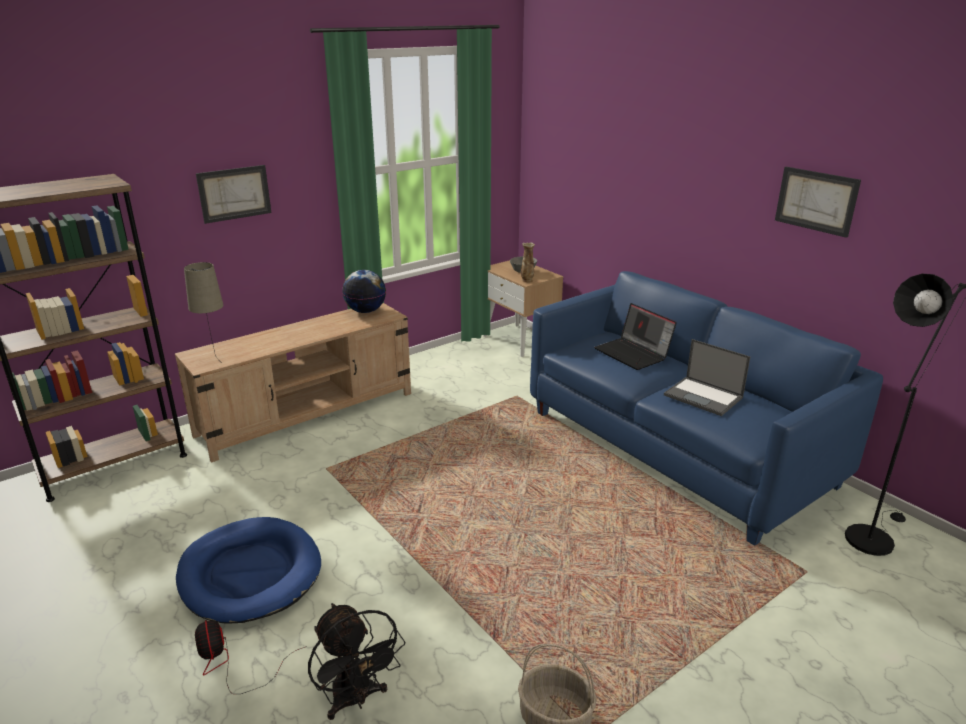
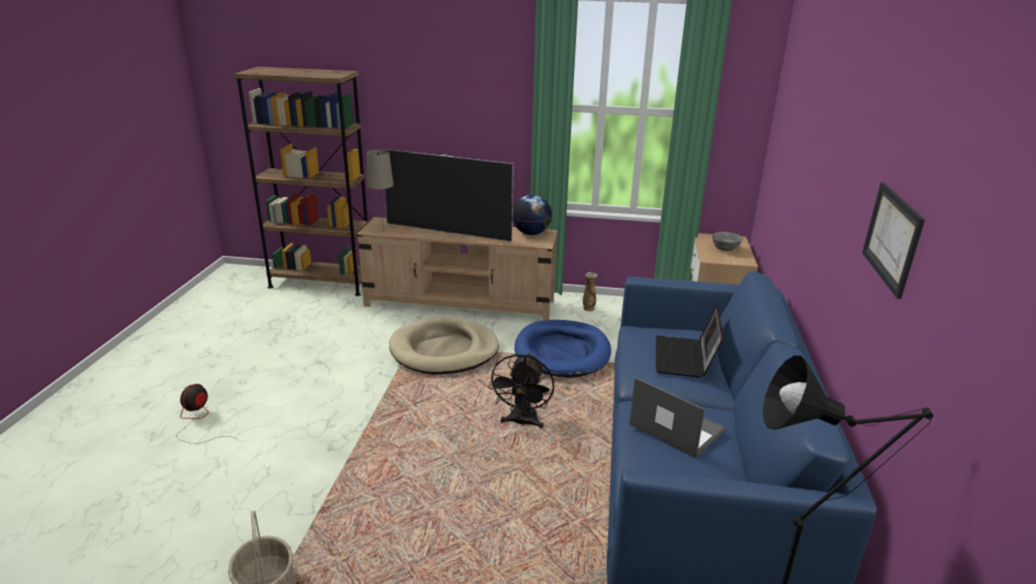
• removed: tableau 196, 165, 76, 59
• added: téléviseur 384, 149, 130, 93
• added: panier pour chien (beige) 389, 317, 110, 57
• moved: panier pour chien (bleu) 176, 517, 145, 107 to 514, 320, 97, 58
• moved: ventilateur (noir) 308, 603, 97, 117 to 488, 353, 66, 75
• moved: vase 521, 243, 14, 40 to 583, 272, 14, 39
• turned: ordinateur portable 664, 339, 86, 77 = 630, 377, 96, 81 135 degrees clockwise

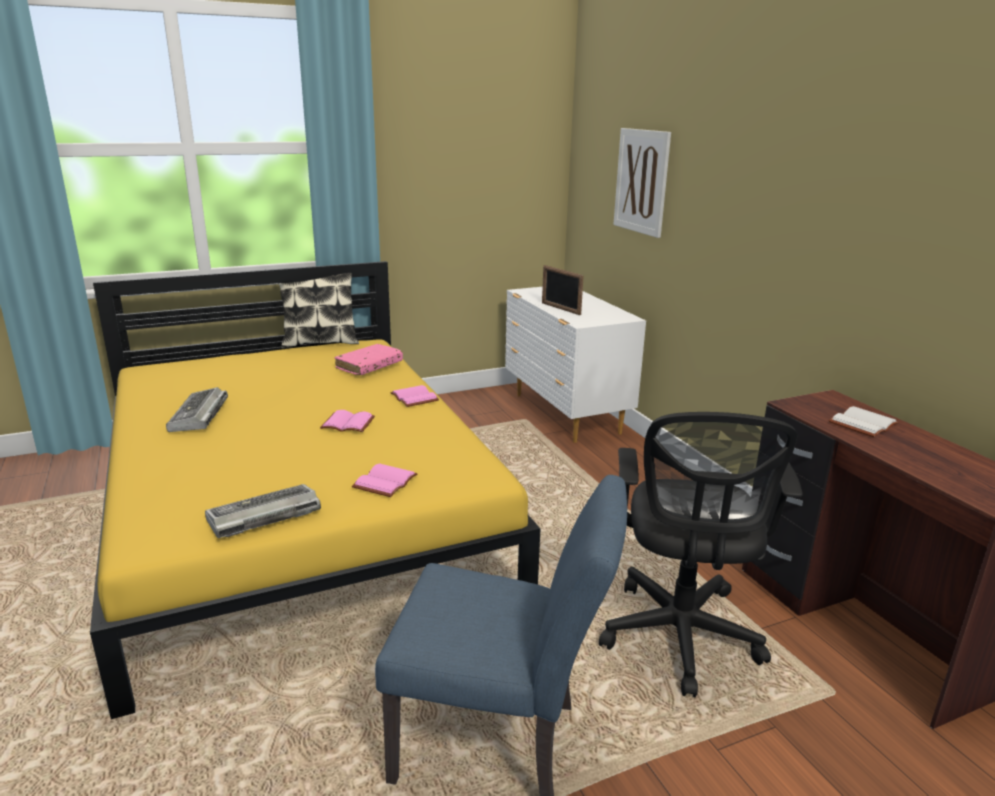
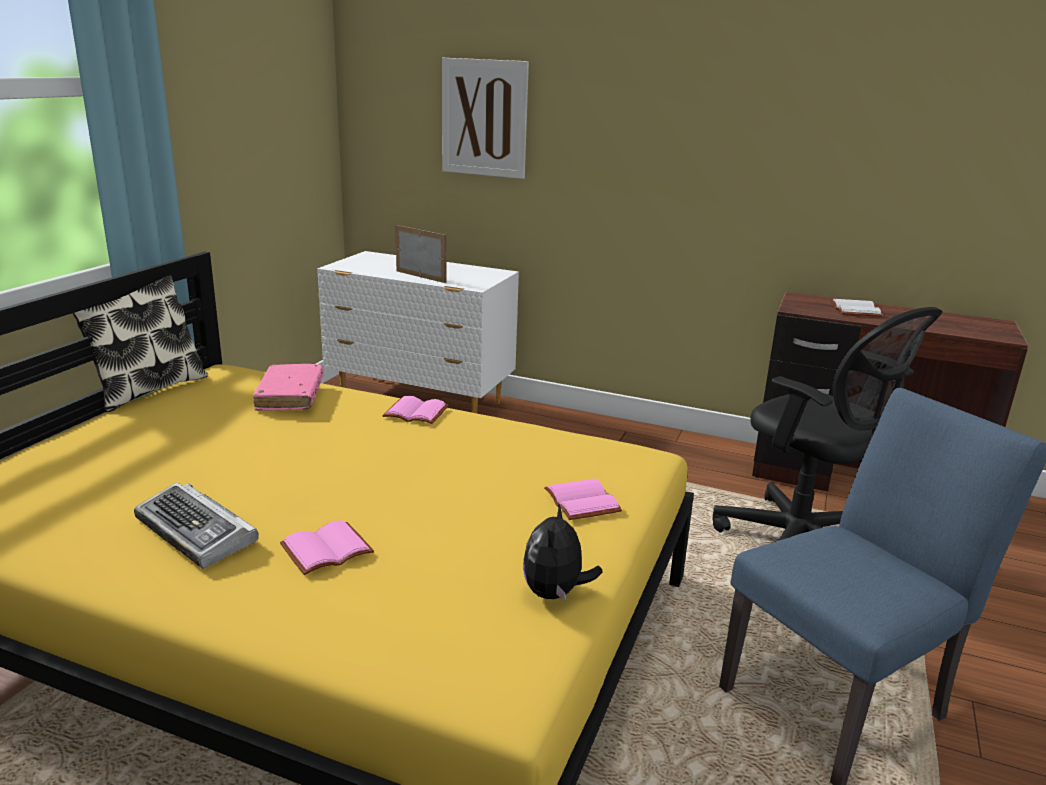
• moved: livre (rose) 320, 410, 55, 22 to 280, 520, 94, 55
• replaced: clavier 205, 484, 116, 55 to peluche 523, 502, 80, 100
• turned: cadre photo 542, 265, 42, 50 = 395, 225, 52, 58 150 degrees counterclockwise

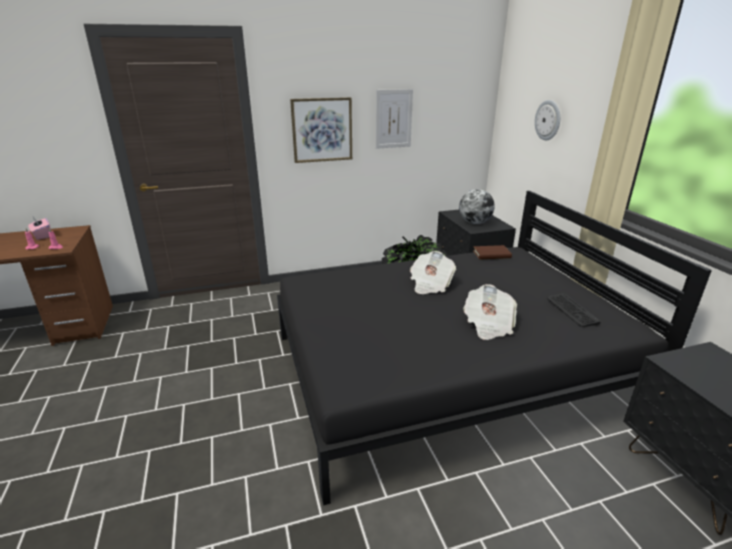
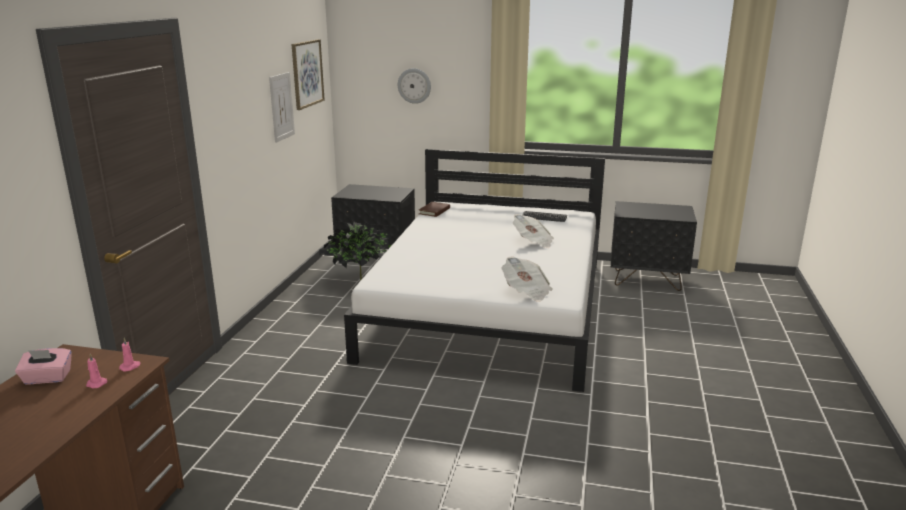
• removed: globe 459, 189, 36, 35
• moved: tableau 290, 97, 62, 66 to 291, 39, 34, 71
• moved: journal 410, 251, 46, 43 to 502, 257, 50, 45
• recoloured: lit (noir) 277, 191, 435, 315 to lit (blanc) 344, 149, 261, 243

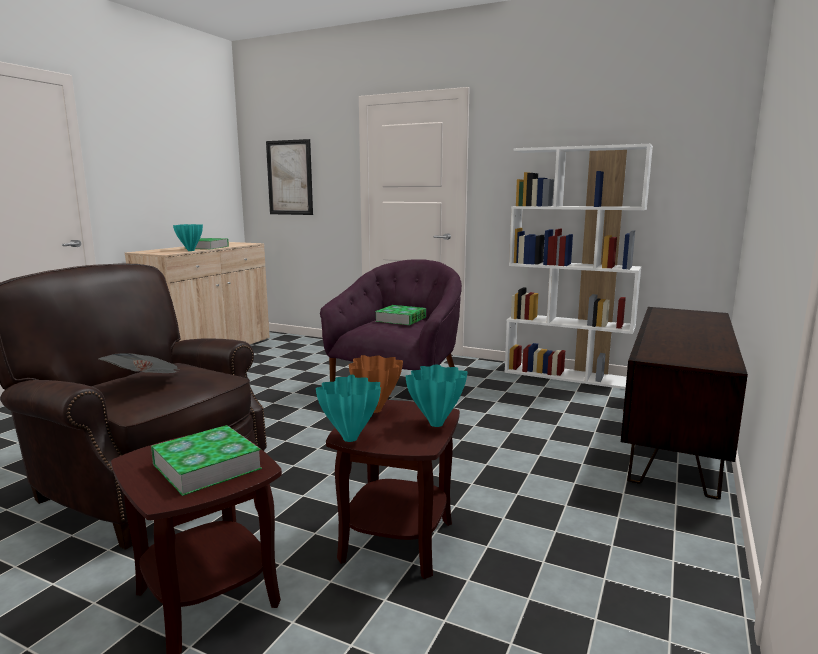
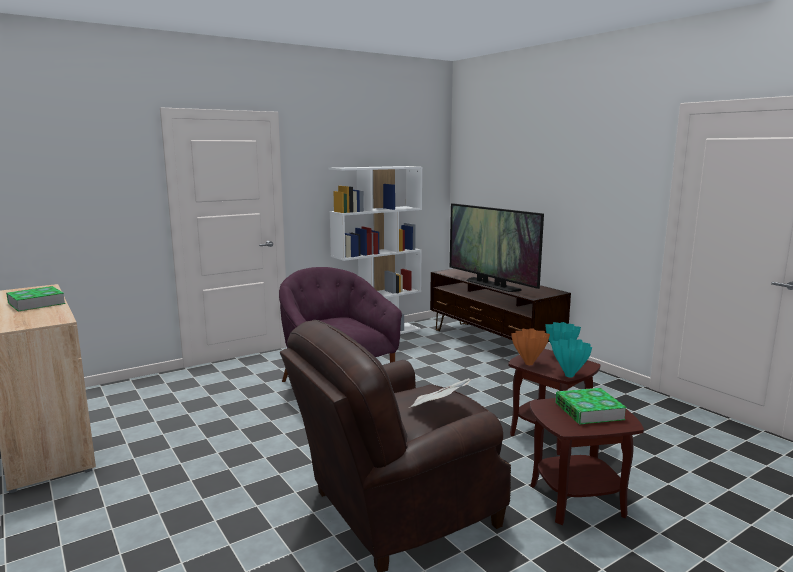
• removed: vase (turquoise) 173, 224, 30, 27
• removed: tableau 266, 139, 47, 76
• removed: livre 375, 305, 51, 20
• added: téléviseur 450, 203, 94, 89

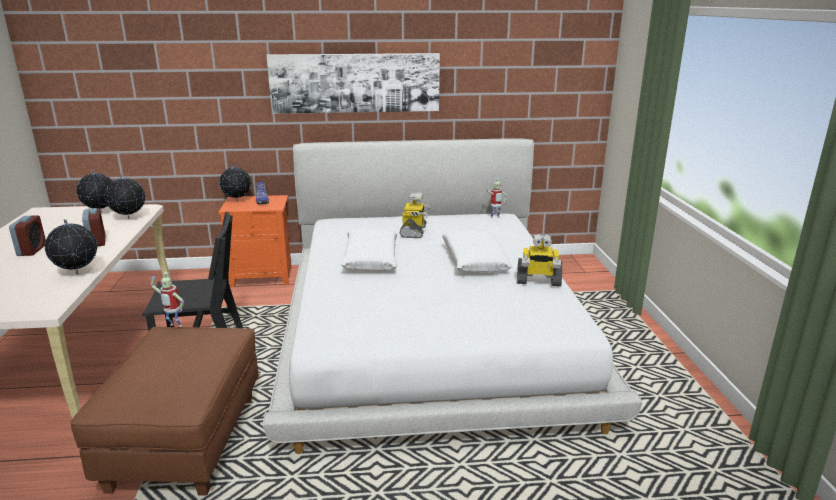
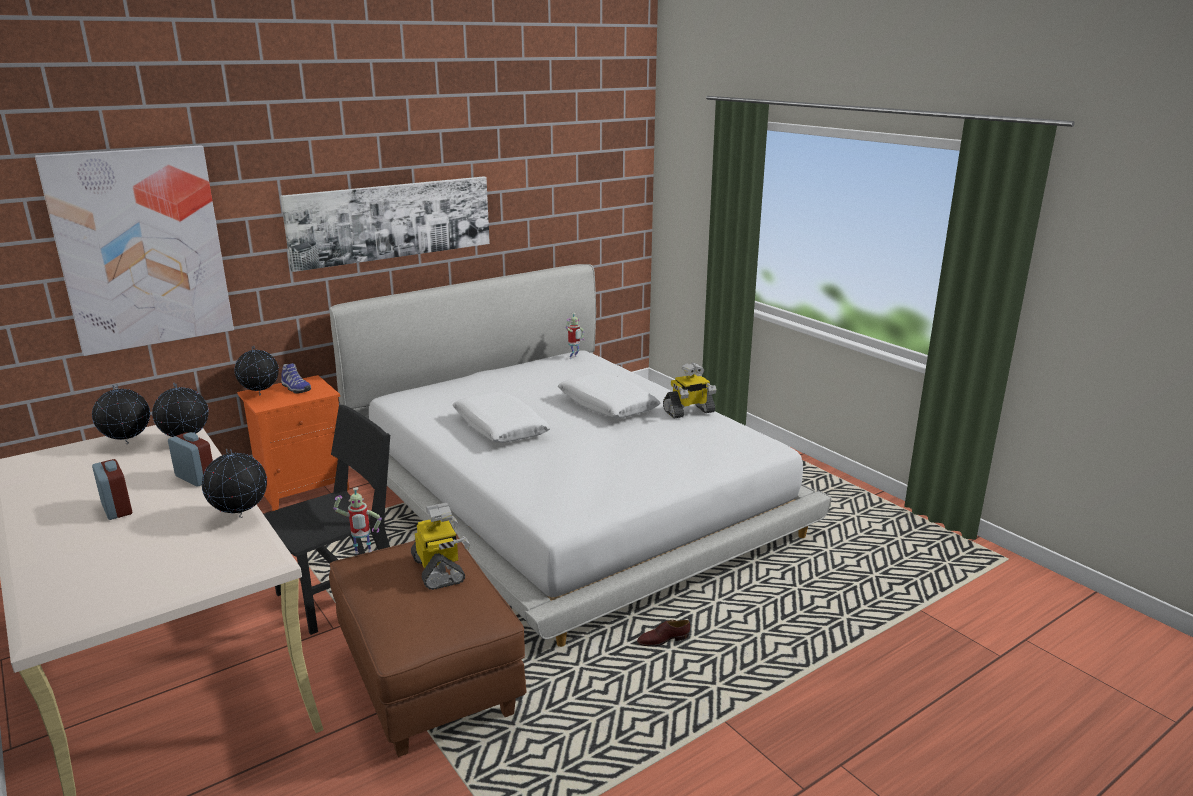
• added: tableau 35, 145, 199, 211
• added: chaussure (marron) 637, 620, 53, 26
• moved: robot jouet 400, 193, 30, 45 to 411, 503, 59, 87

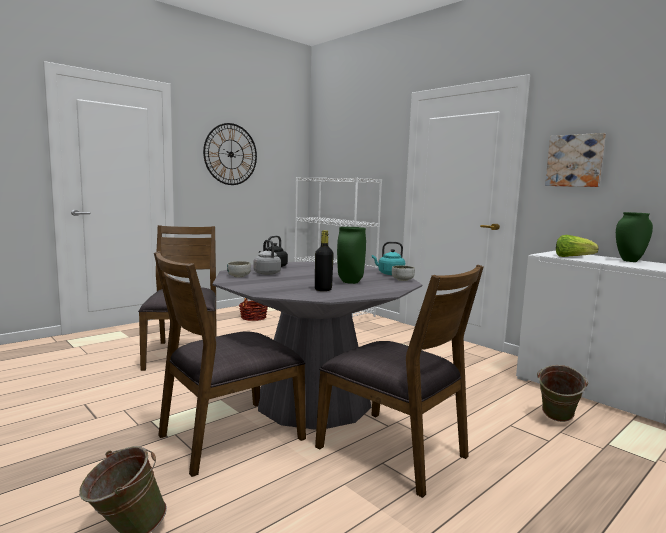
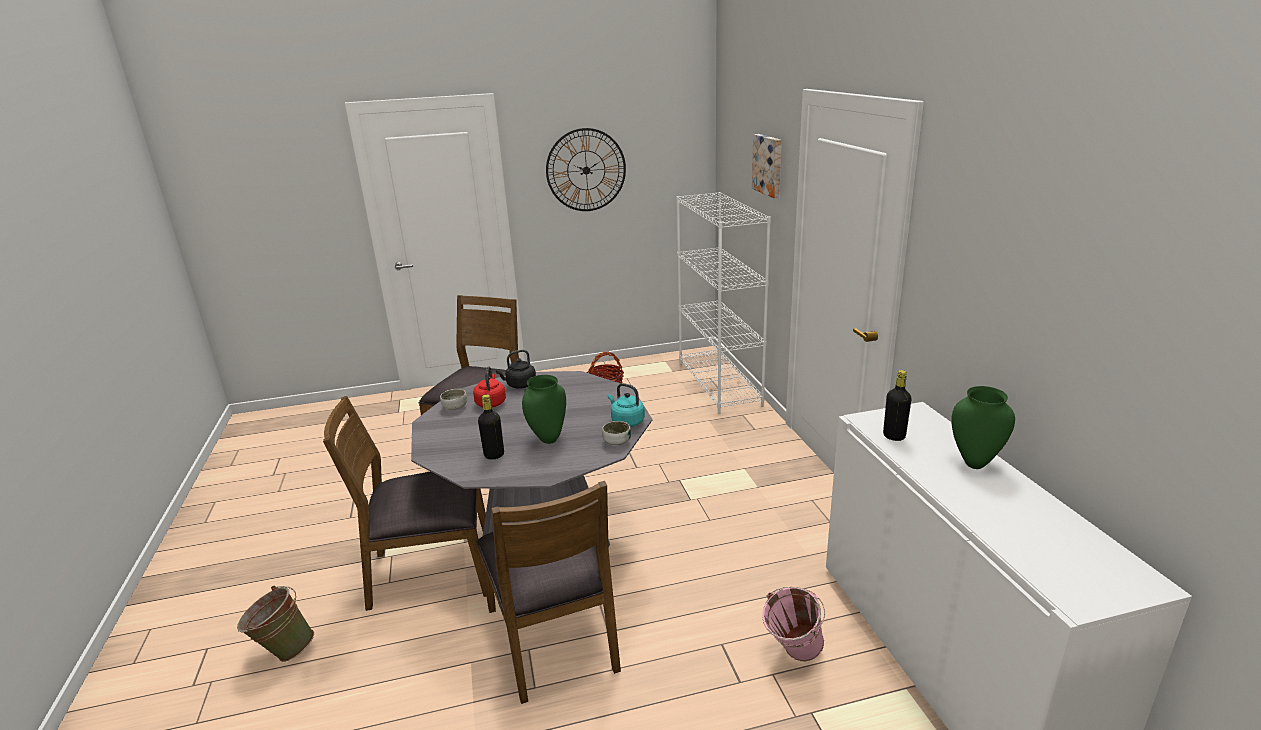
• moved: tableau 545, 133, 61, 54 to 752, 134, 30, 64
• replaced: laitue 556, 235, 42, 22 to bouteille (noir) 883, 370, 29, 71
• recoloured: bouilloire (gris) 253, 240, 28, 35 to bouilloire (rouge) 473, 366, 33, 41
• recoloured: seau (vert) 537, 365, 51, 57 to seau (rose) 762, 587, 63, 74

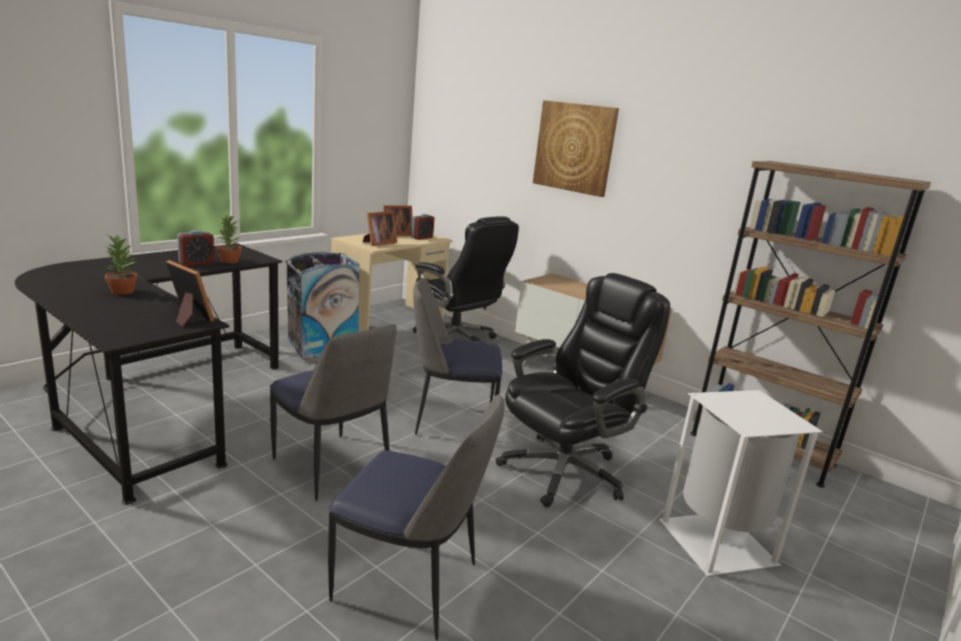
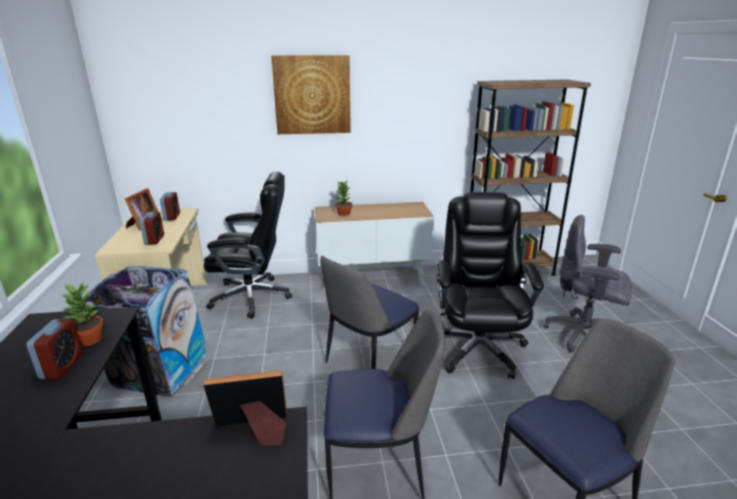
• moved: plante en pot 105, 235, 33, 60 to 335, 181, 18, 35
• replaced: cadre photo 363, 211, 35, 35 to réveil 139, 212, 25, 33
• replaced: poubelle (blanc) 659, 390, 164, 186 to chaise de bureau (gris) 544, 215, 88, 137

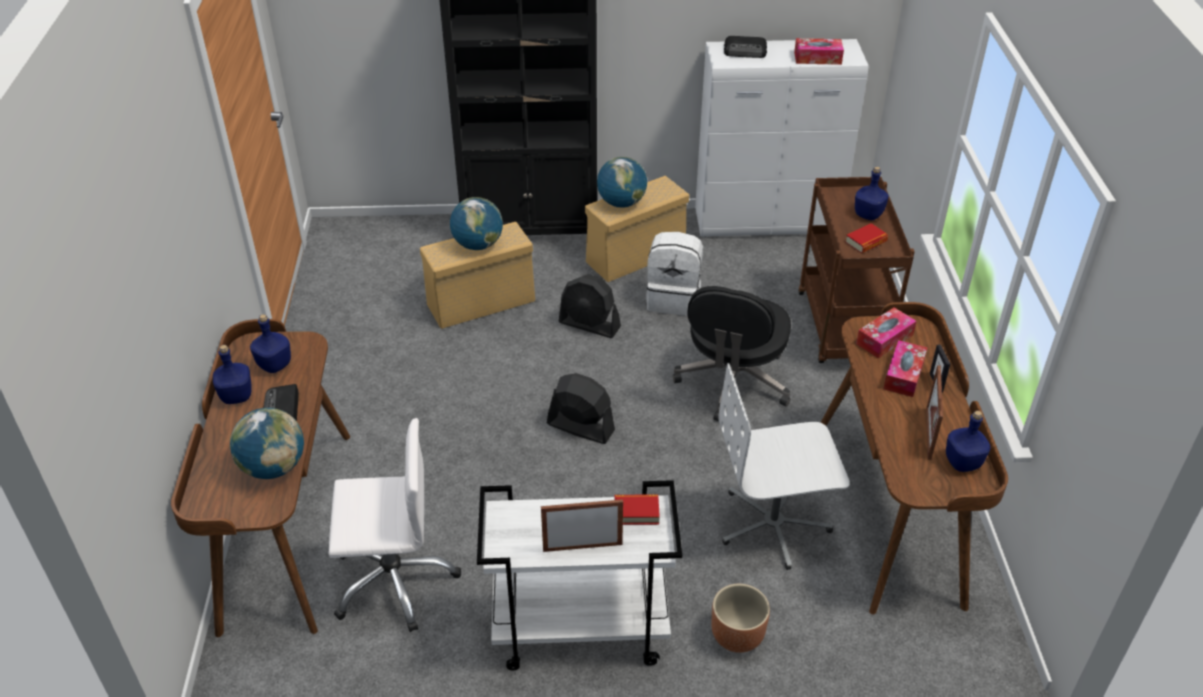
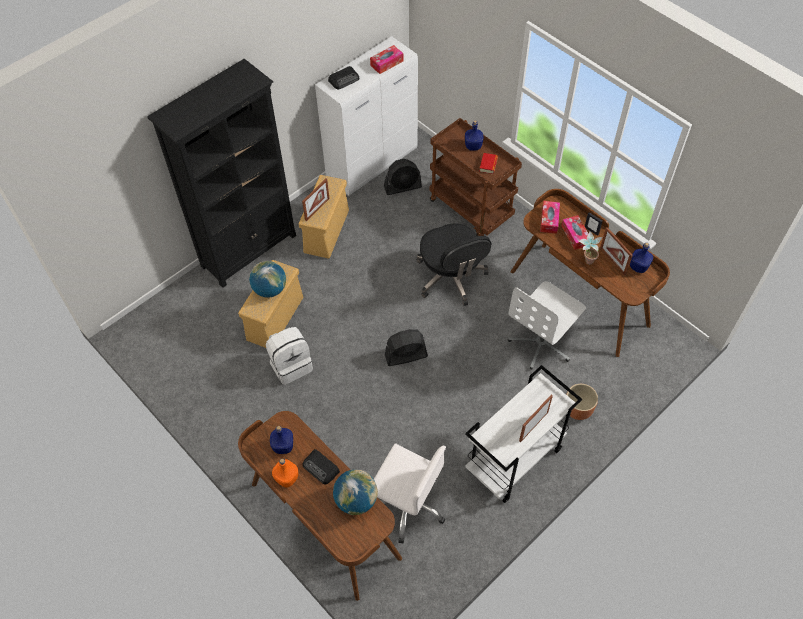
• removed: livre 614, 495, 46, 30
• added: plante en pot 579, 231, 23, 33
• moved: ventilateur (noir) 559, 274, 62, 64 to 384, 159, 38, 36
• moved: sac à dos (blanc) 646, 232, 57, 84 to 266, 327, 47, 58
• replaced: globe 597, 157, 50, 51 to cadre photo 302, 179, 27, 42
• recoloured: bouteille (bleu) 213, 345, 38, 59 to bouteille (orange) 272, 459, 26, 29
• turned: chaise de bureau (blanc) 329, 418, 132, 214 = 374, 443, 72, 100 75 degrees clockwise

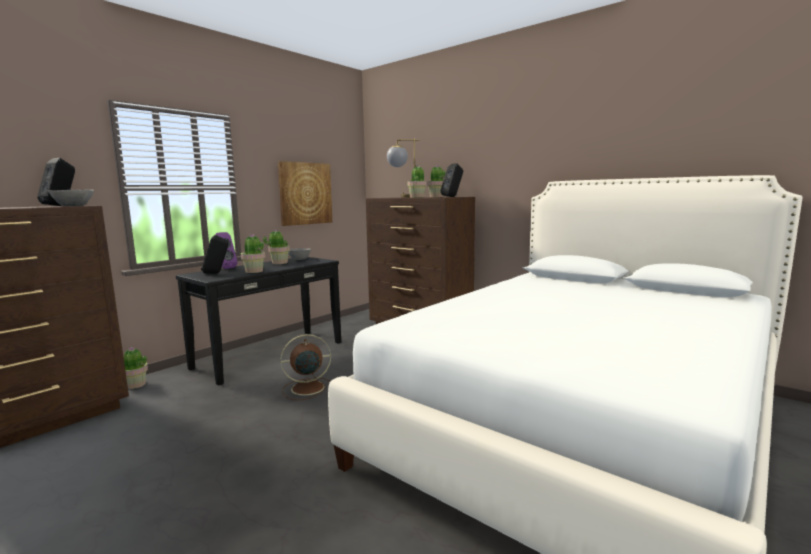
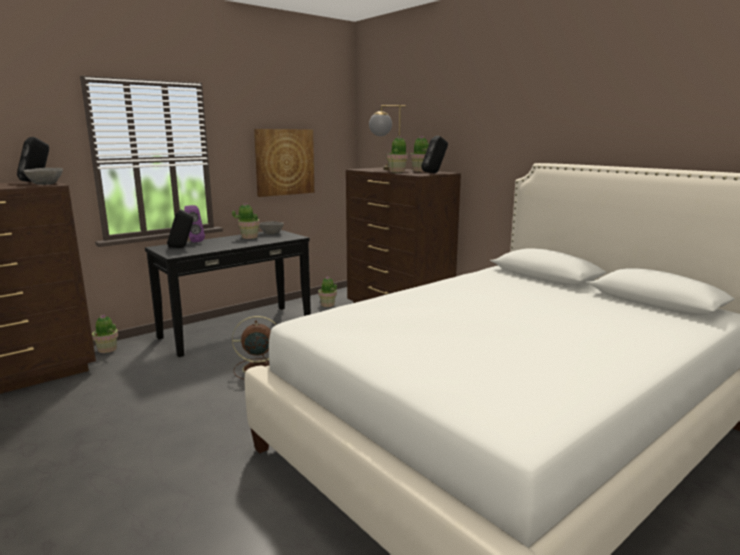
• moved: plante en pot 241, 234, 24, 39 to 318, 277, 19, 30

